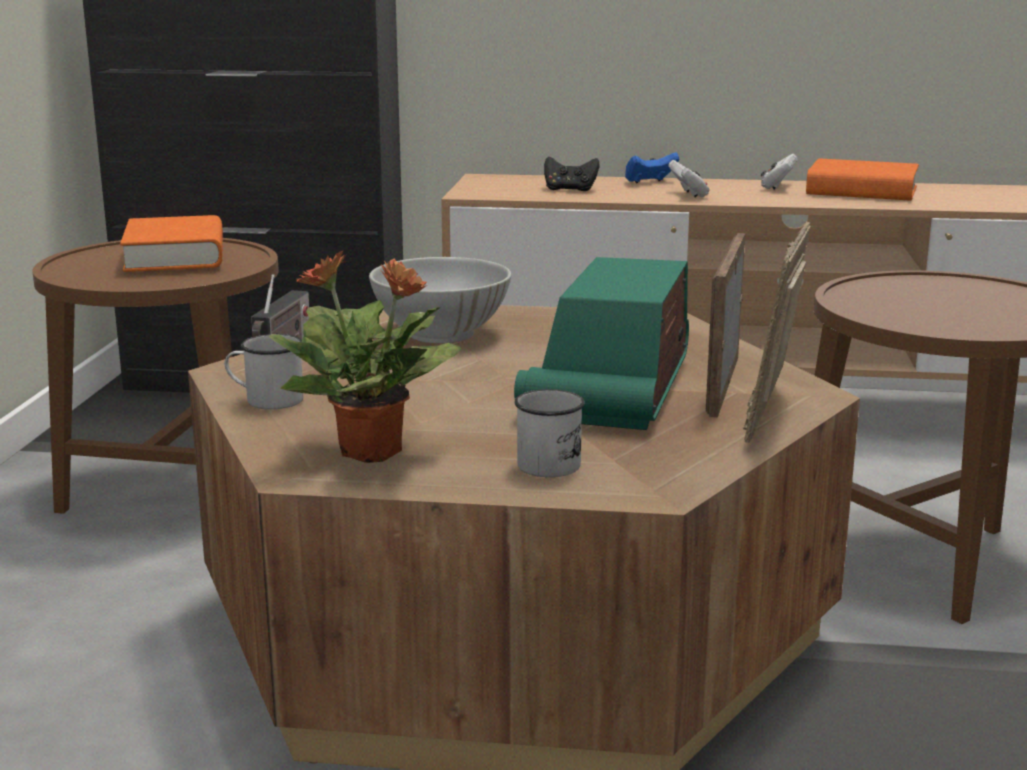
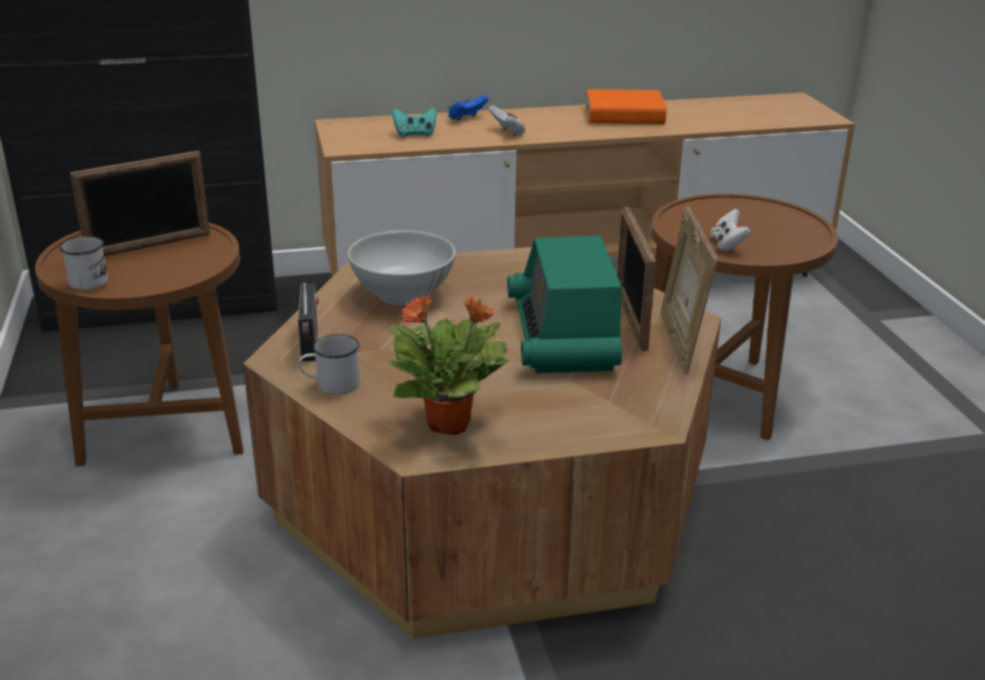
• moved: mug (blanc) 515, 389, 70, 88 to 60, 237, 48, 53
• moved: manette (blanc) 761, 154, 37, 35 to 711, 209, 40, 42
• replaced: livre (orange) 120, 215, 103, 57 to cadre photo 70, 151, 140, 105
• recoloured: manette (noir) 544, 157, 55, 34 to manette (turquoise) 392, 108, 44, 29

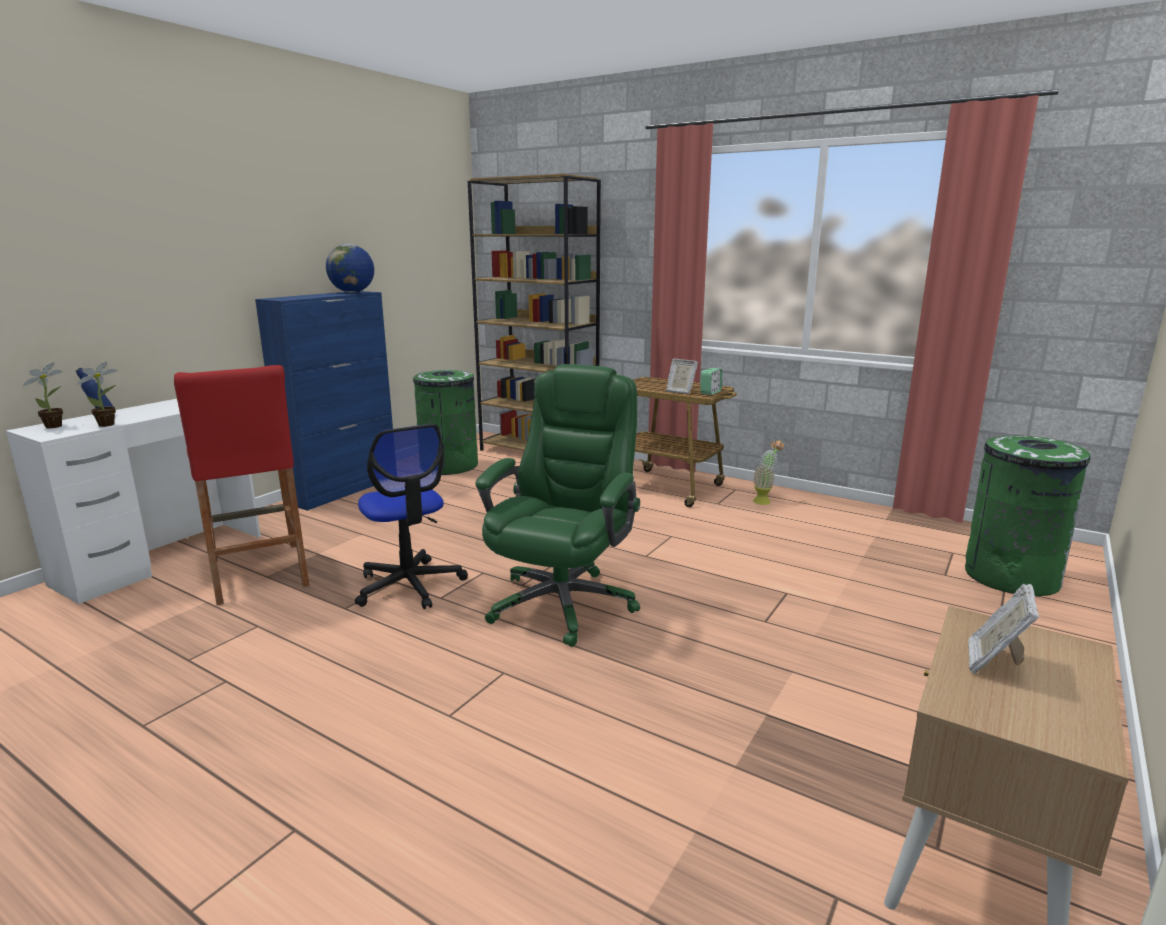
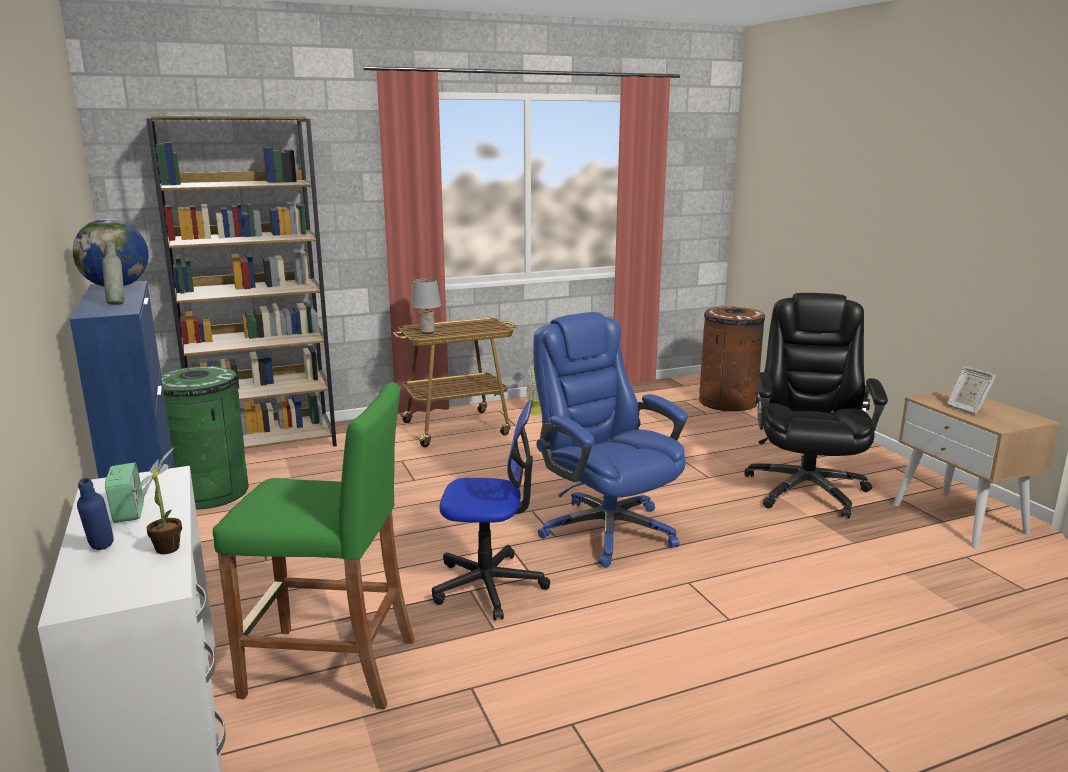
• removed: plante en pot 22, 362, 41, 66
• removed: cadre photo 666, 359, 32, 35
• added: bouteille (gris) 102, 240, 22, 65
• added: lampe de table (gris) 411, 278, 30, 56
• added: chaise de bureau (noir) 744, 293, 144, 225
• moved: réveil 700, 368, 22, 27 to 105, 463, 39, 60
• recoloured: tabouret (rouge) 174, 365, 136, 240 to tabouret (vert) 213, 382, 202, 327
• recoloured: chaise de bureau (vert) 475, 364, 165, 283 to chaise de bureau (bleu) 533, 312, 155, 256
• recoloured: poubelle (vert) 965, 436, 126, 160 to poubelle (marron) 699, 307, 66, 104

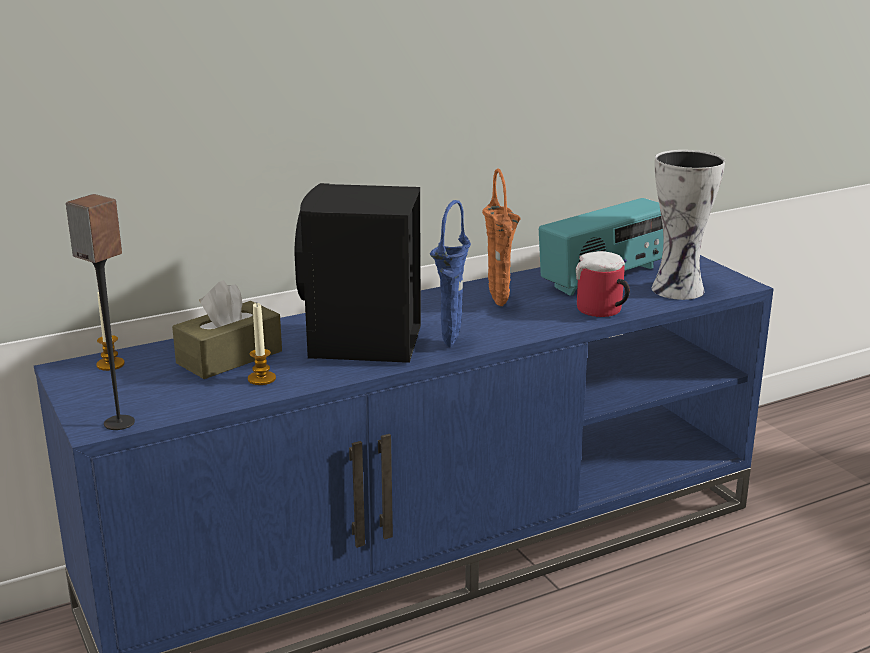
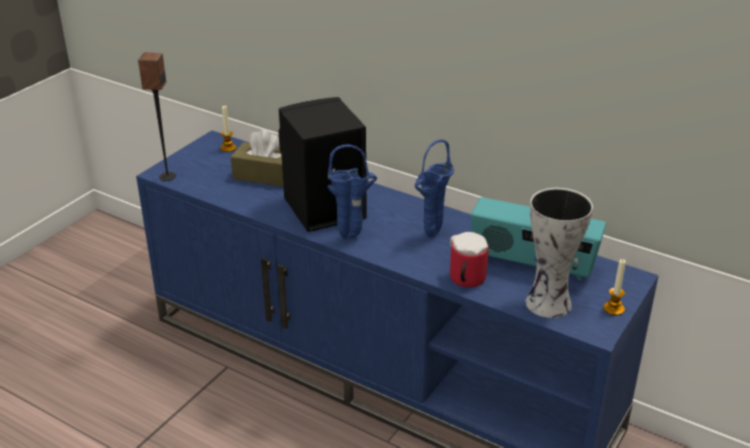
• moved: bougie 248, 303, 28, 82 to 603, 259, 23, 57
• recoloured: vase (orange) 482, 168, 38, 138 to vase (bleu) 415, 139, 39, 99

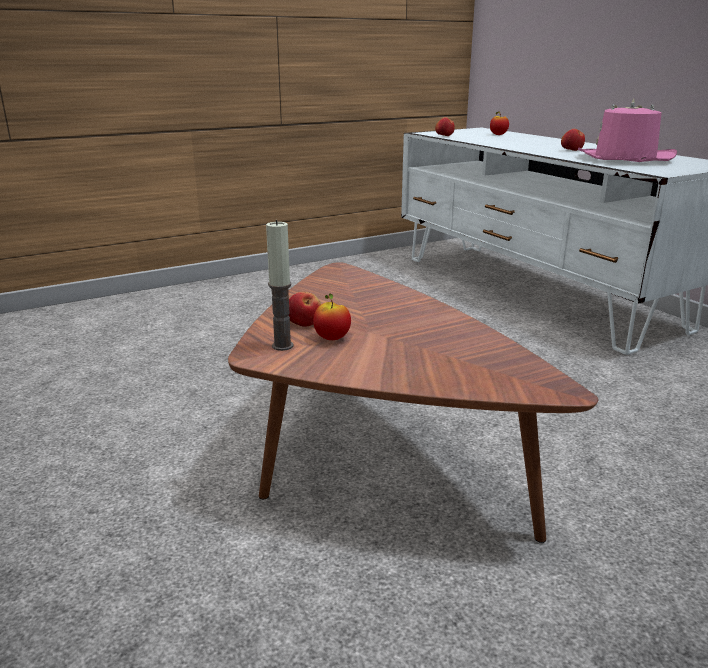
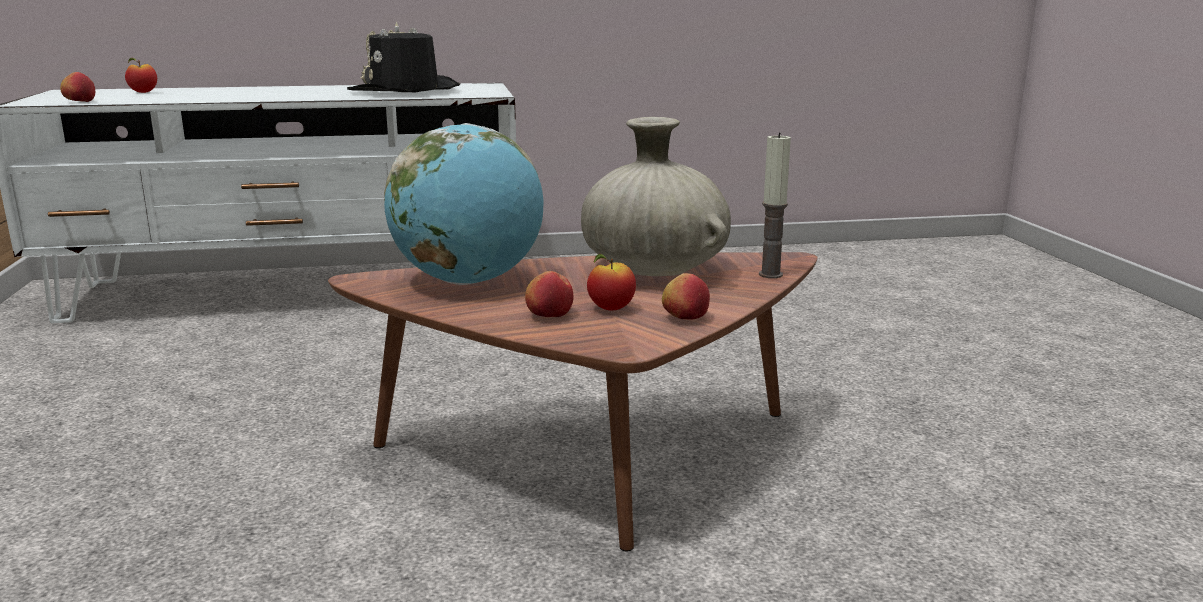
• added: globe 384, 123, 160, 162
• added: vase (beige) 581, 117, 150, 159
• moved: bougie 266, 220, 27, 131 to 759, 133, 32, 145
• moved: pomme 561, 129, 24, 22 to 662, 273, 48, 47
• recoloured: chapeau (rose) 578, 99, 99, 63 to chapeau (noir) 347, 21, 113, 71

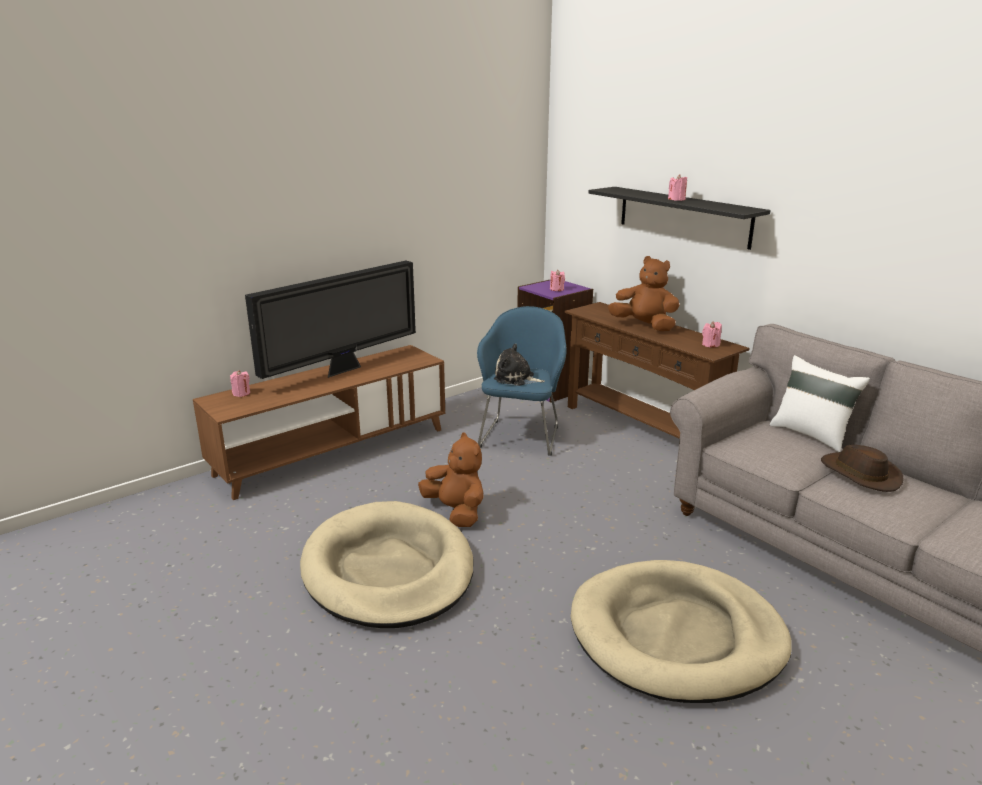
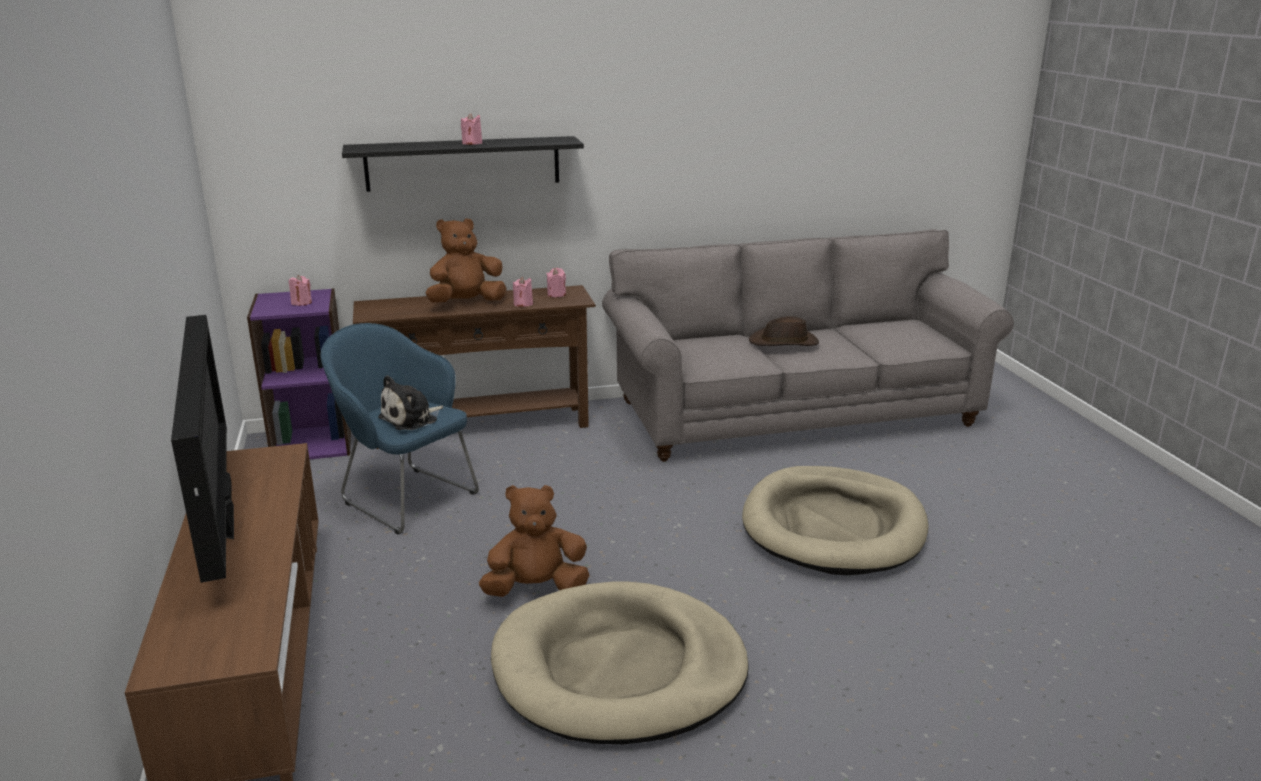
• removed: coussin (blanc) 770, 355, 100, 97
• moved: bougie (rose) 230, 370, 20, 27 to 513, 276, 20, 31

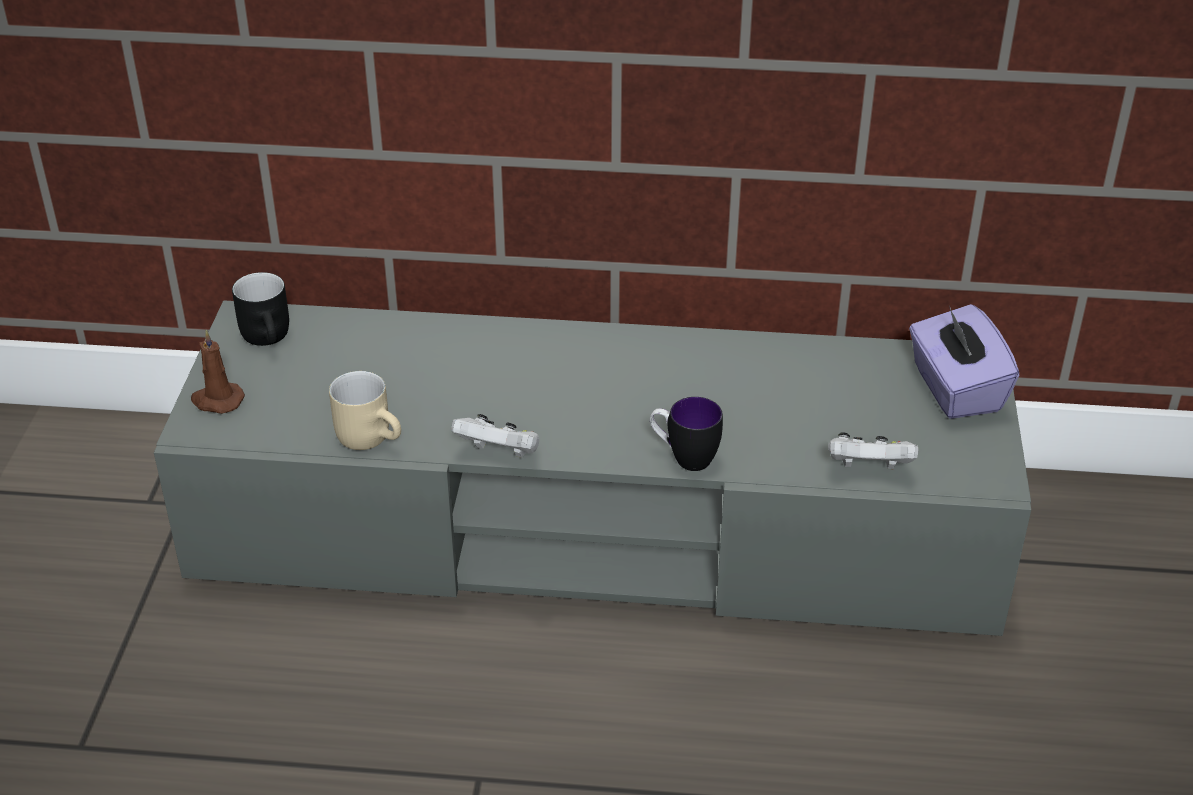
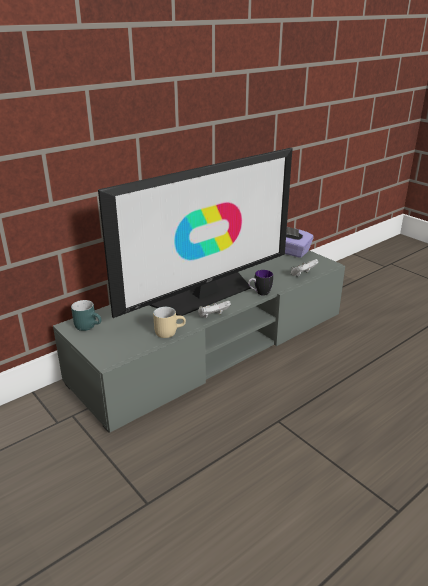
• removed: bougie (marron) 191, 330, 54, 84
• added: téléviseur 98, 148, 194, 170
• recoloured: mug (noir) 232, 272, 57, 74 to mug (turquoise) 71, 300, 31, 31

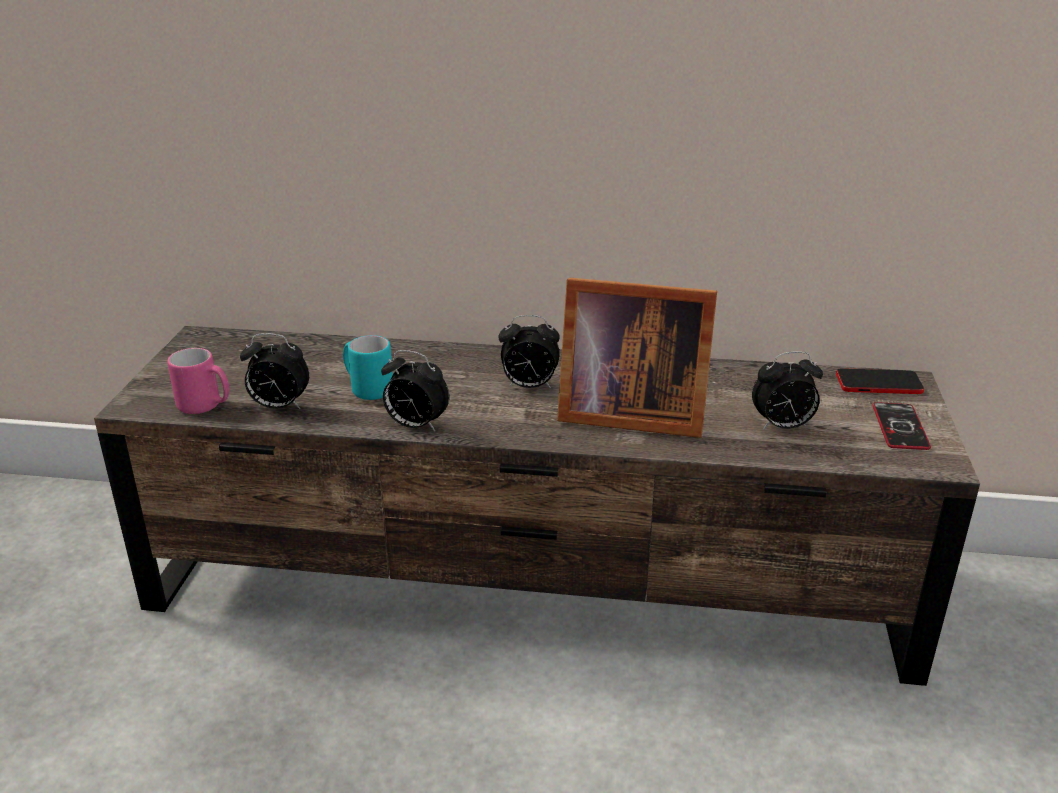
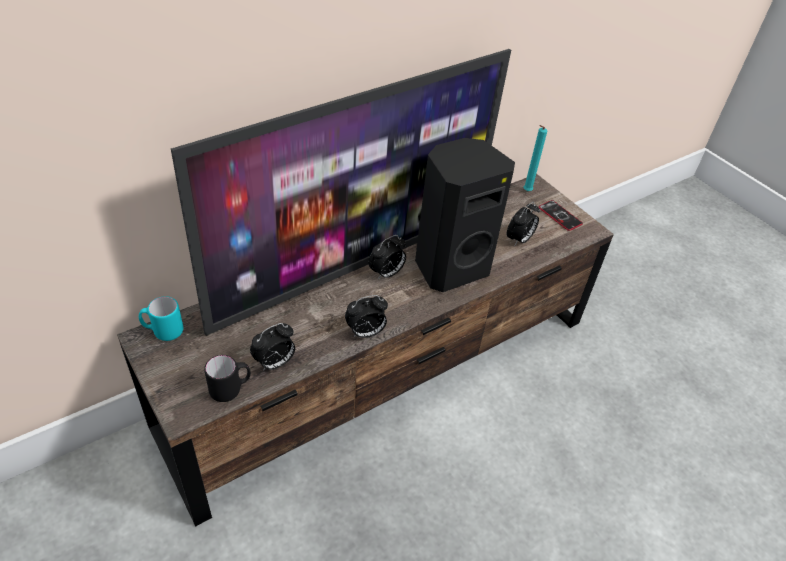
• added: téléviseur 171, 49, 340, 287
• moved: mug (turquoise) 343, 335, 50, 65 to 139, 296, 44, 45
• replaced: cadre photo 557, 278, 160, 160 to enceinte (noir) 415, 138, 100, 154
• replaced: téléphone 836, 368, 88, 26 to bougie (turquoise) 524, 125, 23, 66
• recoloured: mug (rose) 167, 348, 62, 66 to mug (noir) 204, 355, 47, 47

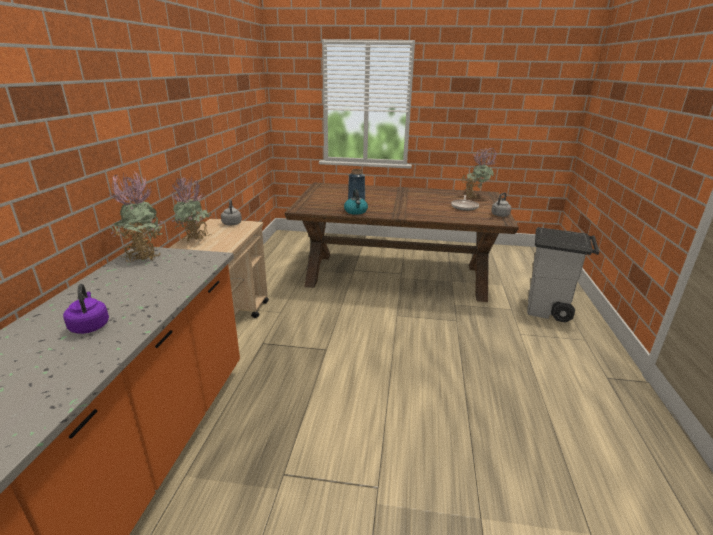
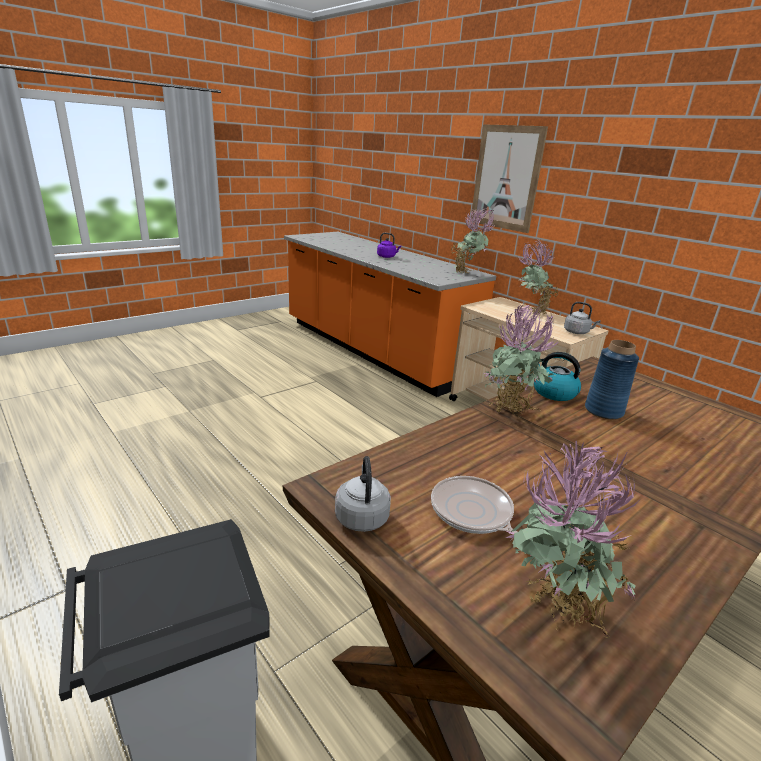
• added: tableau 471, 124, 77, 109
• added: plante en pot 483, 303, 75, 114

